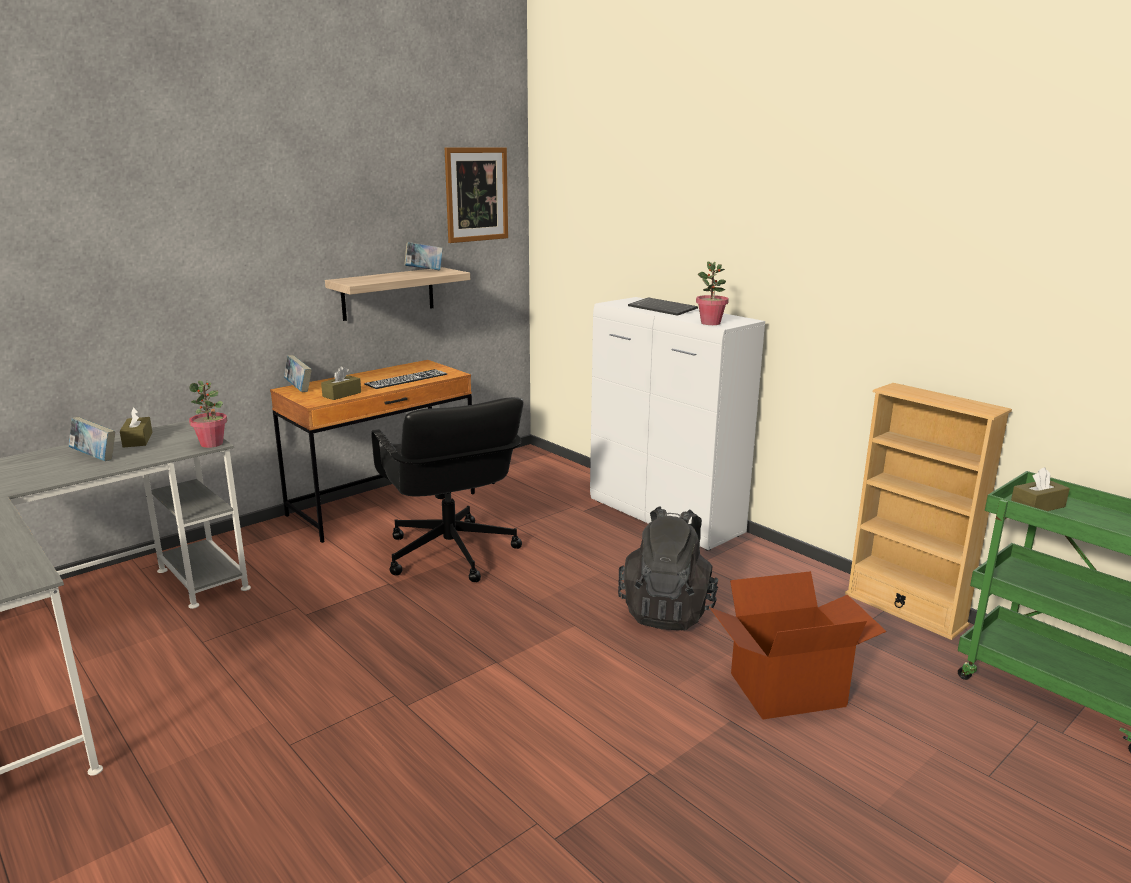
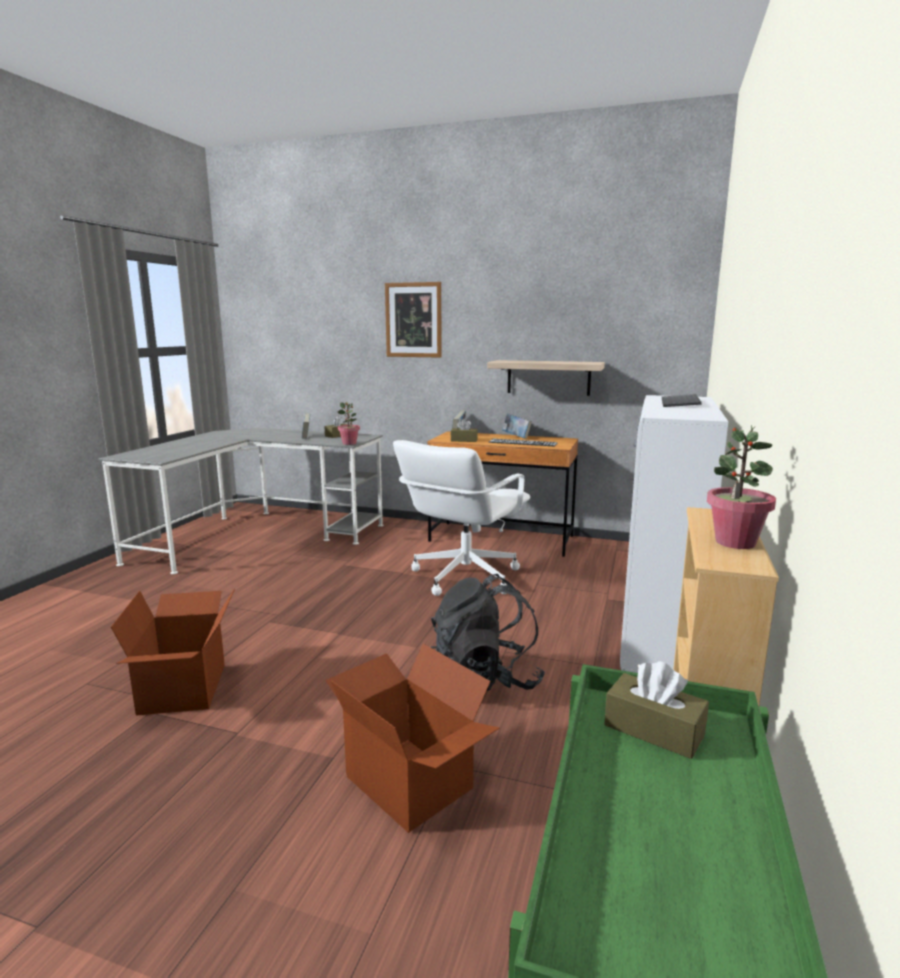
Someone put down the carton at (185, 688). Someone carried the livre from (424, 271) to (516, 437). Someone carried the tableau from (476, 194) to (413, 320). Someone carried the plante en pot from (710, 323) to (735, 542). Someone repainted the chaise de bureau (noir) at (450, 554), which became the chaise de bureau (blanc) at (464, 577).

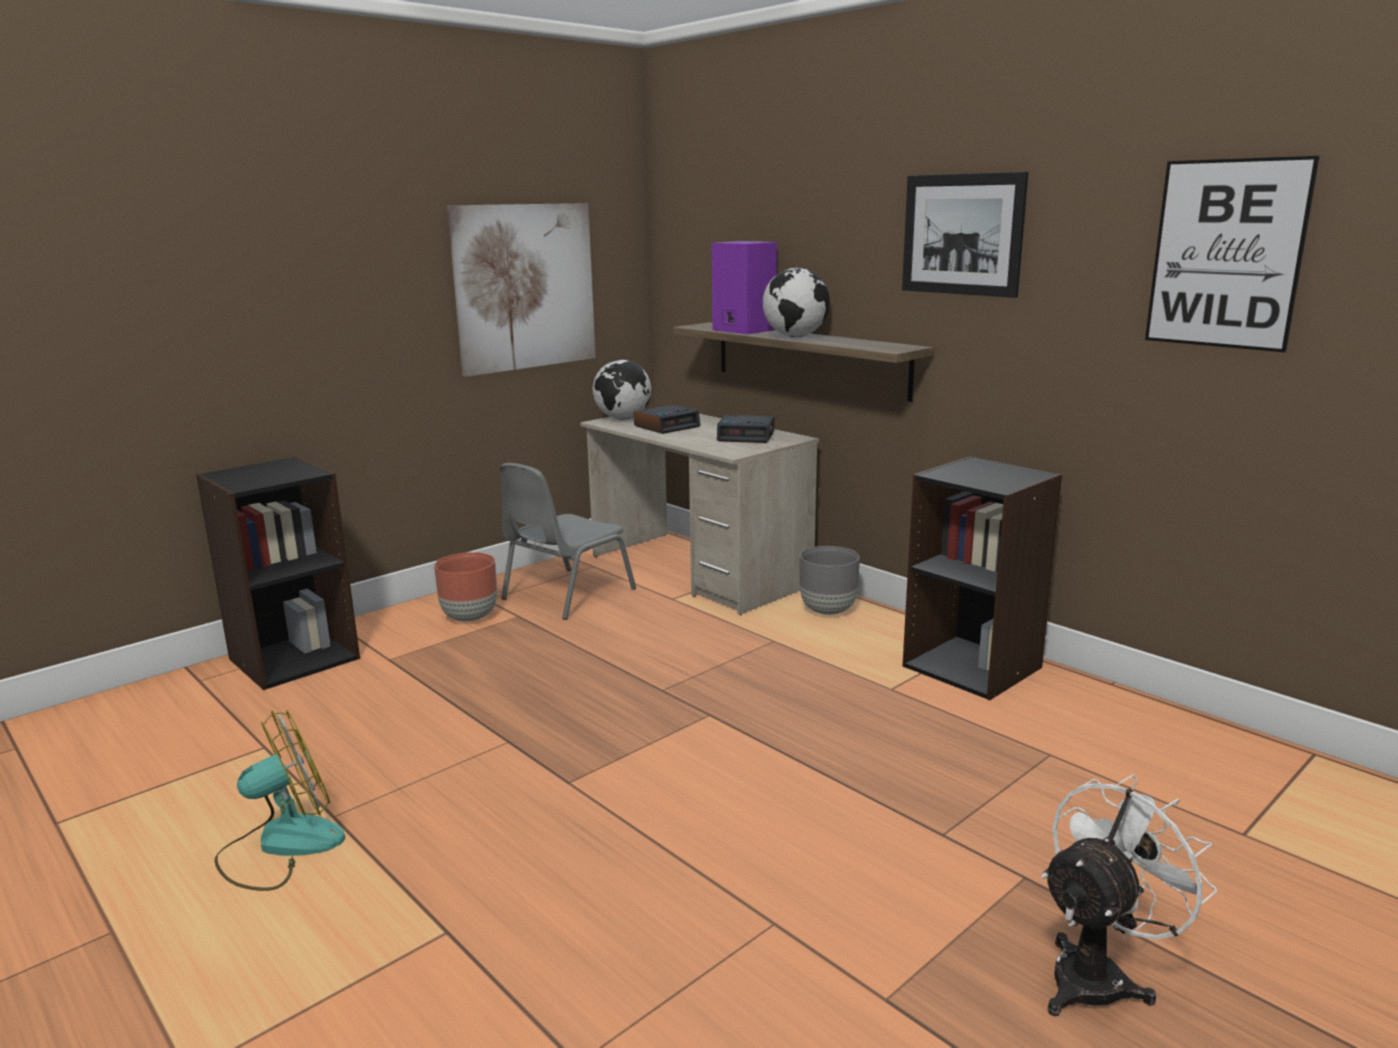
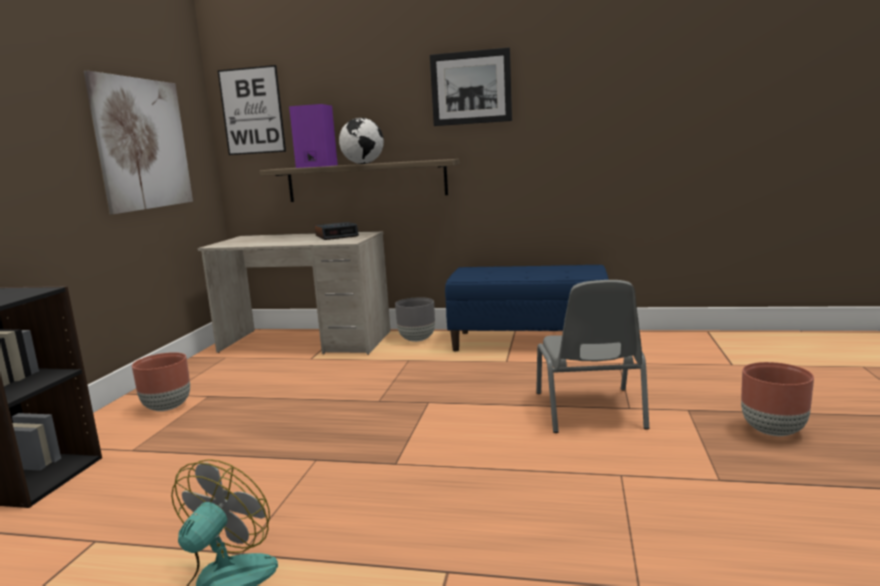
Someone took away the globe at (623, 419). Someone took away the réveil at (667, 426). Someone carried the chaise (gris) from (566, 594) to (590, 411). Someone carried the tableau from (1226, 254) to (252, 111). Someone swapped the bibliothèque (noir) at (973, 666) for the banc (bleu) at (529, 341). Someone swapped the ventilateur (blanc) at (1099, 975) for the cache-pot (marron) at (772, 431).

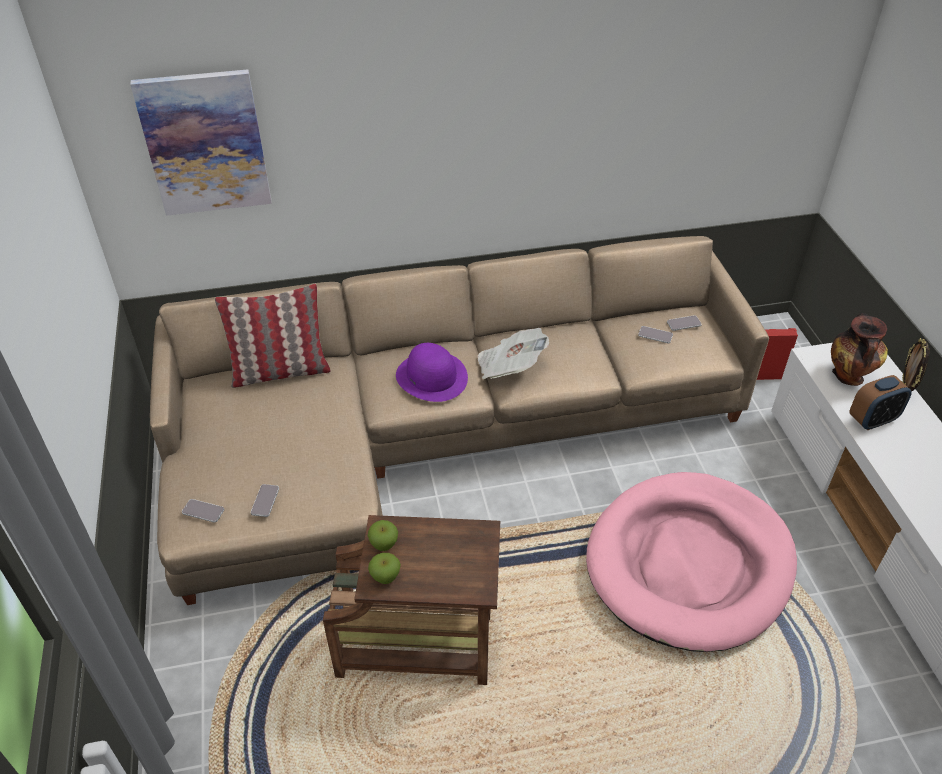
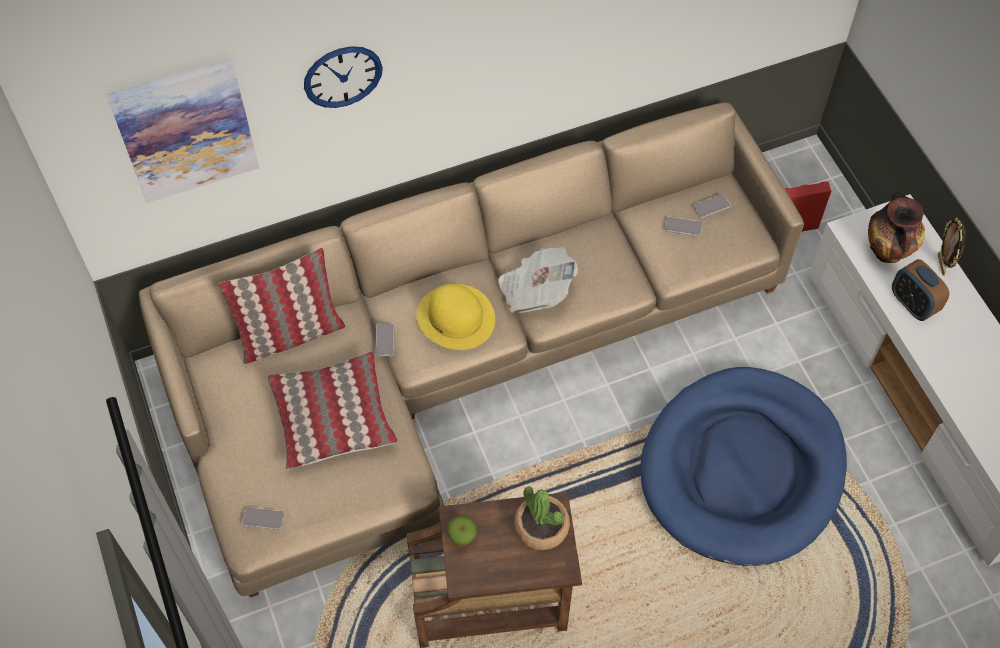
Someone took away the pomme at (385, 577). Someone put down the coussin at (332, 417). Someone put up the horloge murale at (342, 76). Someone put down the plante en pot at (541, 526). Someone carried the téléphone from (265, 501) to (385, 340). Someone repainted the chapeau (violet) at (432, 377), which became the chapeau (jaune) at (456, 317). Someone repainted the panier pour chien (rose) at (689, 563), which became the panier pour chien (bleu) at (742, 469). Someone rotated the réveil at (872, 420) by 90 degrees clockwise.

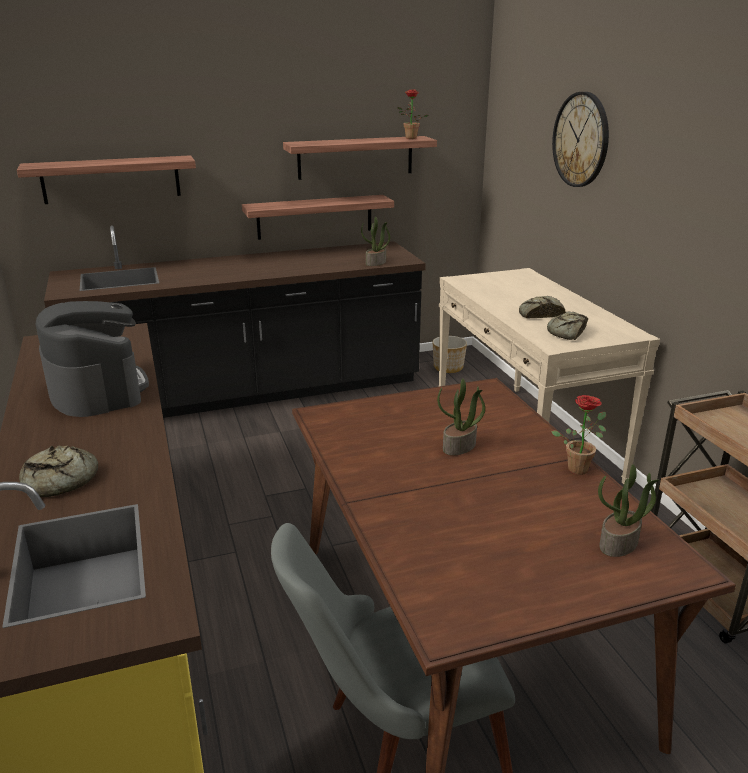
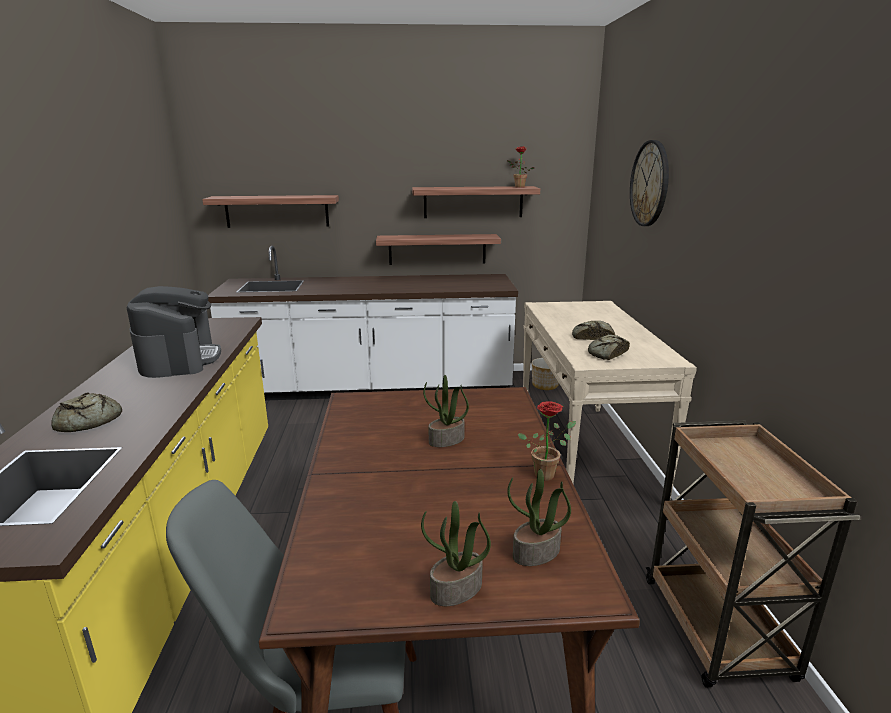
Someone carried the plante en pot from (376, 263) to (456, 590). Someone repainted the comptoir de cuisine (noir) at (251, 394), which became the comptoir de cuisine (blanc) at (372, 389).

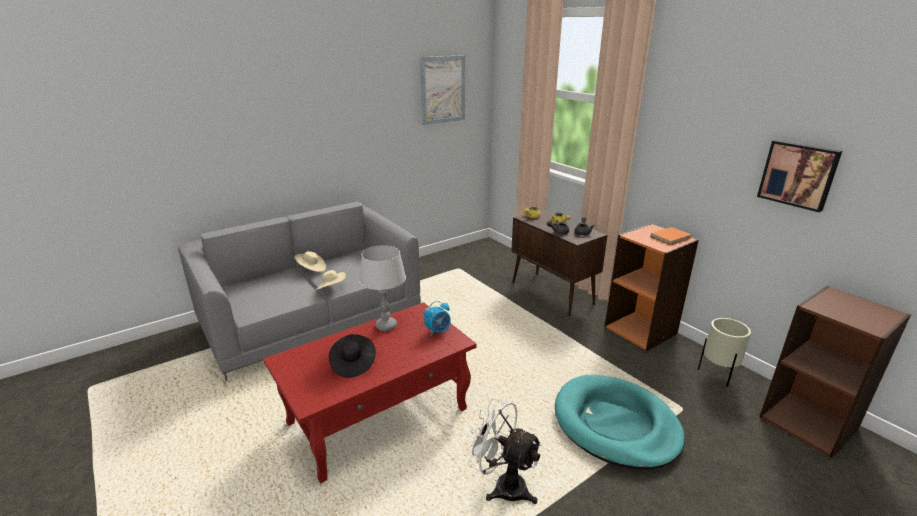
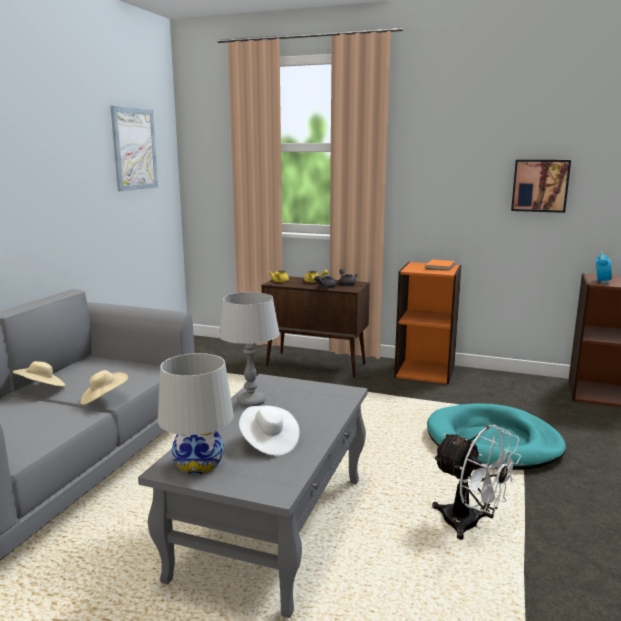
Someone took away the cache-pot (beige) at (717, 374). Someone put down the lampe de table (blanc) at (199, 464). Someone carried the réveil from (438, 331) to (601, 282). Someone repainted the table basse (rouge) at (379, 415), which became the table basse (gris) at (273, 525). Someone repainted the chapeau (noir) at (353, 364), which became the chapeau (blanc) at (268, 443). Someone rotated the ventilateur (blanc) at (502, 485) by 135 degrees counterclockwise.

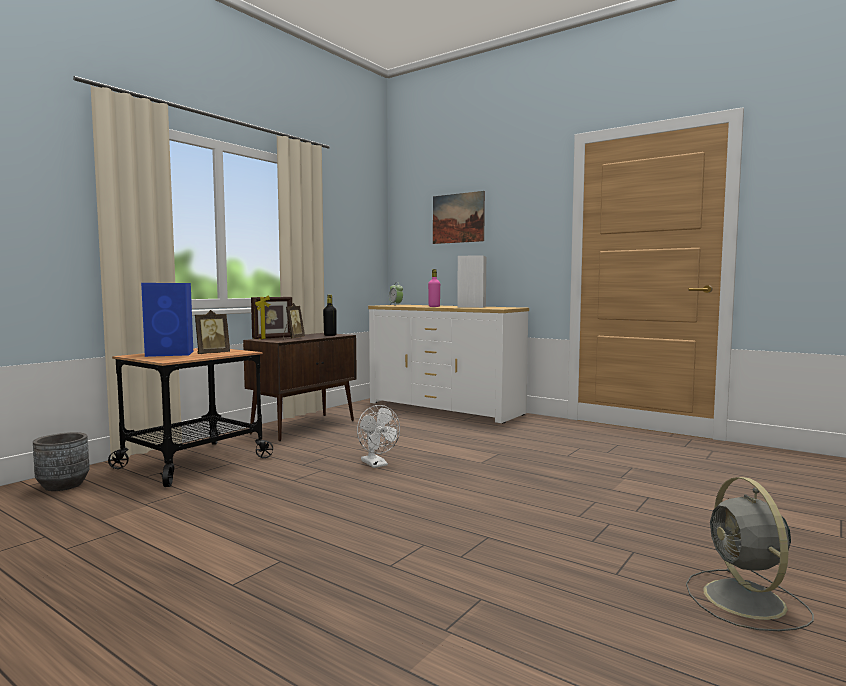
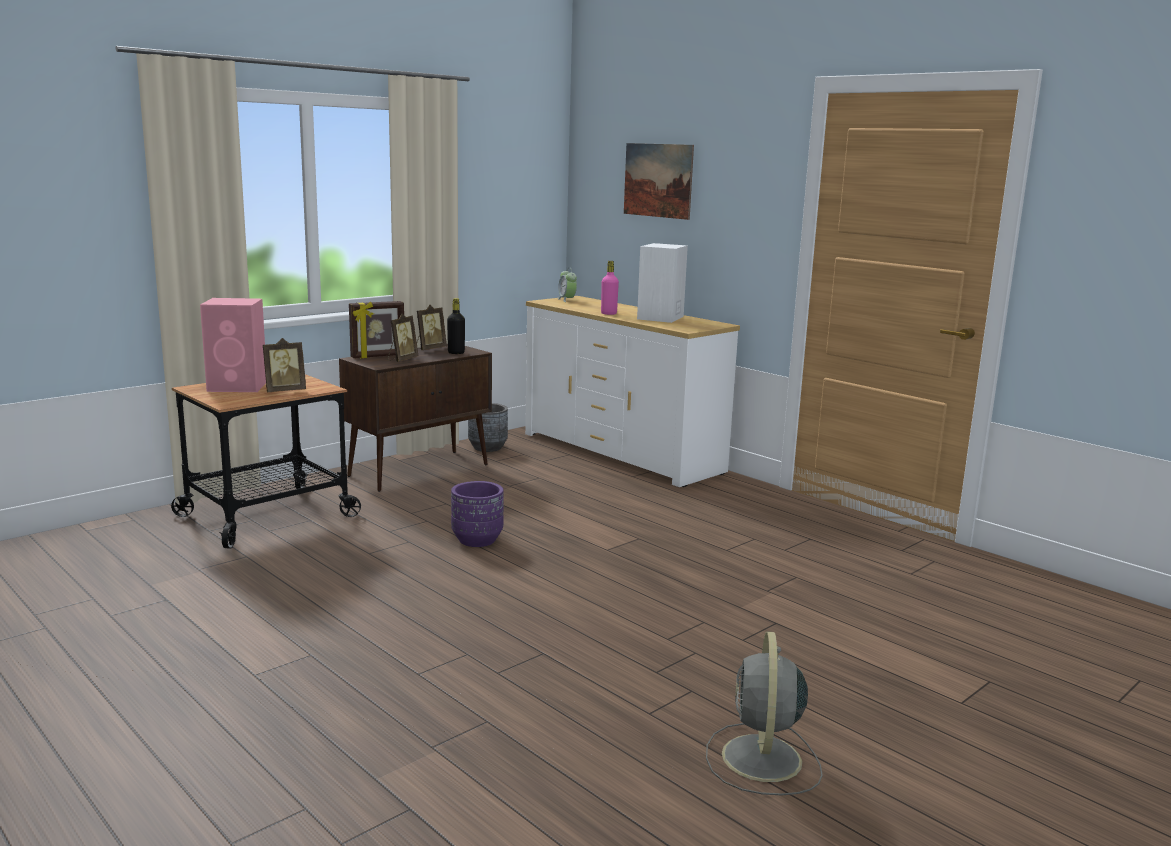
Someone put down the cadre photo at (429, 349). Someone carried the cache-pot (gris) from (63, 485) to (487, 447). Someone swapped the ventilateur (blanc) at (377, 464) for the cache-pot (violet) at (477, 540). Someone repainted the enceinte (bleu) at (171, 353), which became the enceinte (rose) at (239, 386).

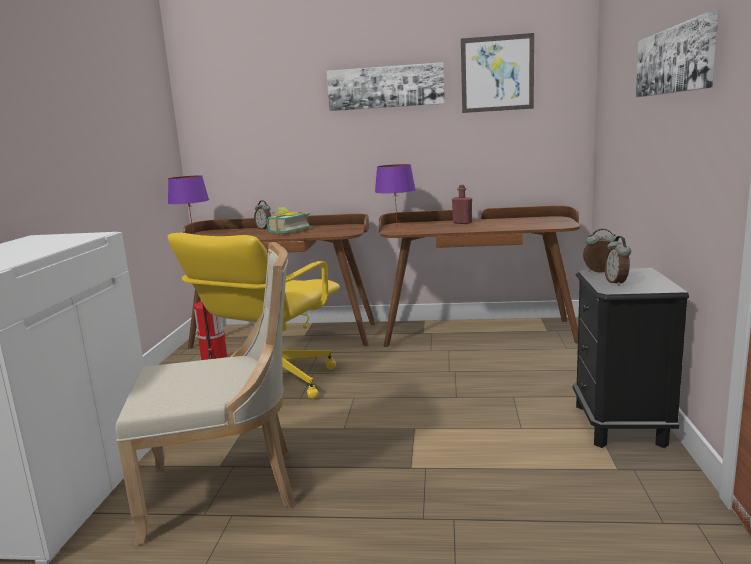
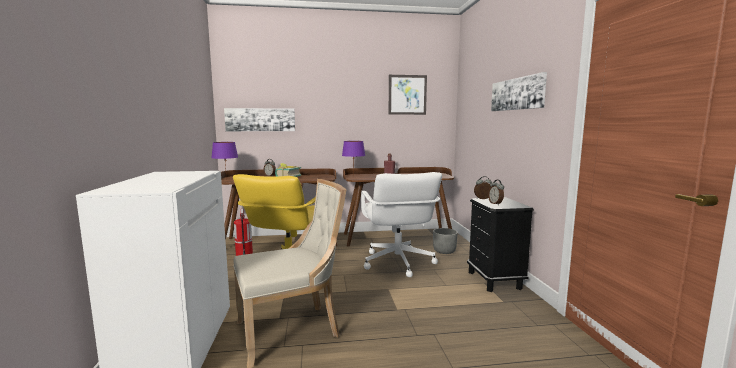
Someone put down the chaise de bureau (blanc) at (397, 263). Someone put down the cache-pot (gris) at (444, 251). Someone carried the tableau from (385, 87) to (260, 119).

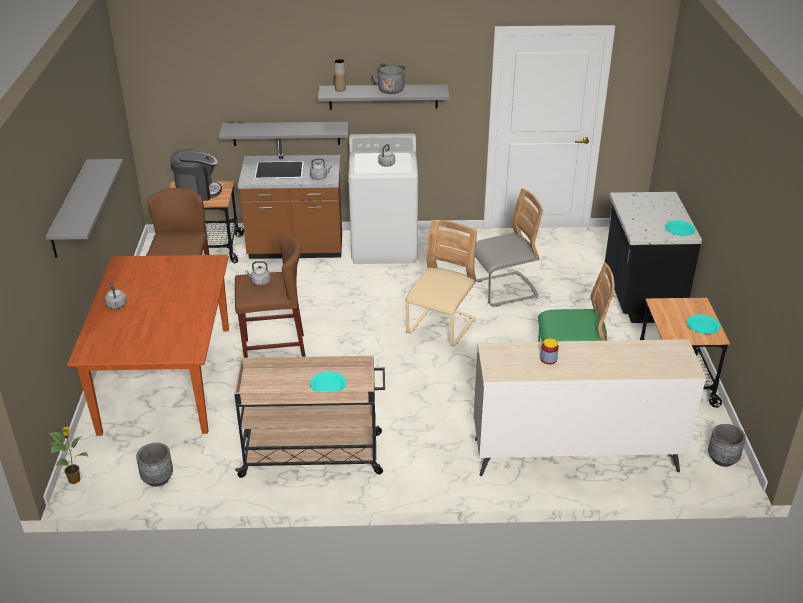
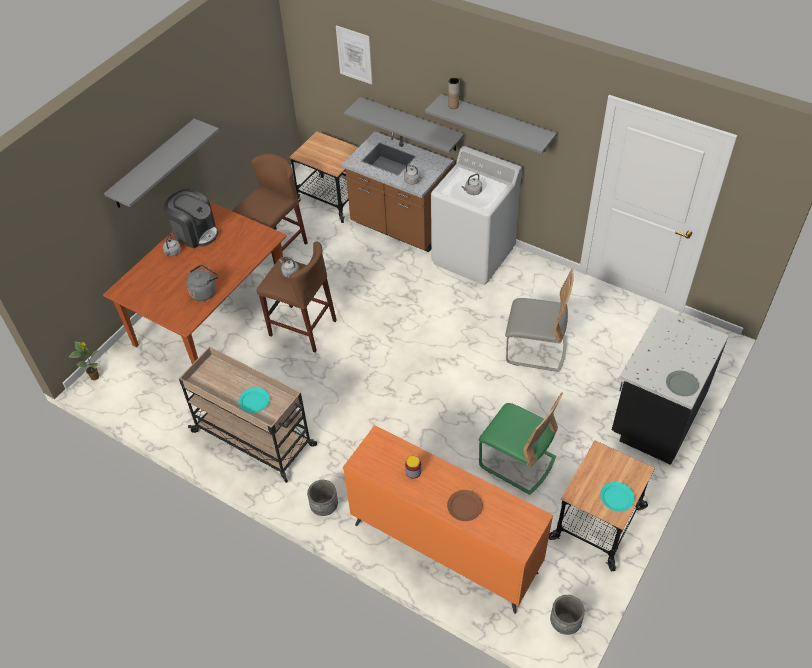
Someone took away the chaise (beige) at (441, 327). Someone put up the tableau at (354, 55). Someone put down the assiette (marron) at (464, 506). Someone carried the cache-pot (gris) from (157, 478) to (324, 507). Someone carried the machine à café from (197, 192) to (195, 233). Someone carried the bouilloire (gris) from (391, 89) to (204, 291). Someone repainted the commode (beige) at (574, 454), which became the commode (orange) at (444, 547). Someone repainted the assiette (turquoise) at (679, 229), which became the assiette (gris) at (681, 384).

